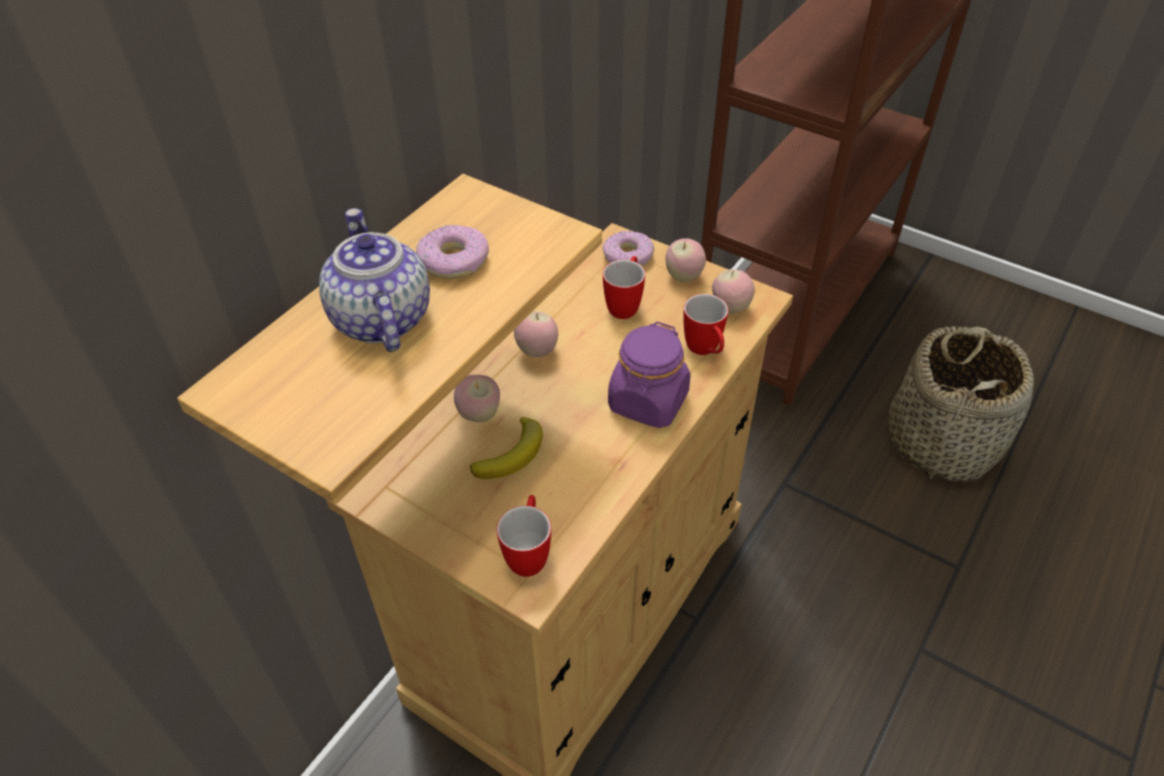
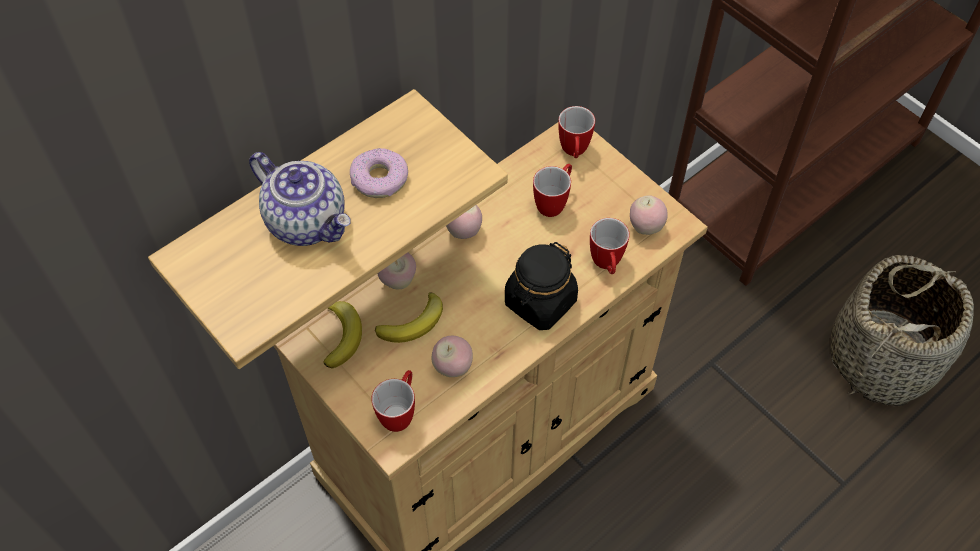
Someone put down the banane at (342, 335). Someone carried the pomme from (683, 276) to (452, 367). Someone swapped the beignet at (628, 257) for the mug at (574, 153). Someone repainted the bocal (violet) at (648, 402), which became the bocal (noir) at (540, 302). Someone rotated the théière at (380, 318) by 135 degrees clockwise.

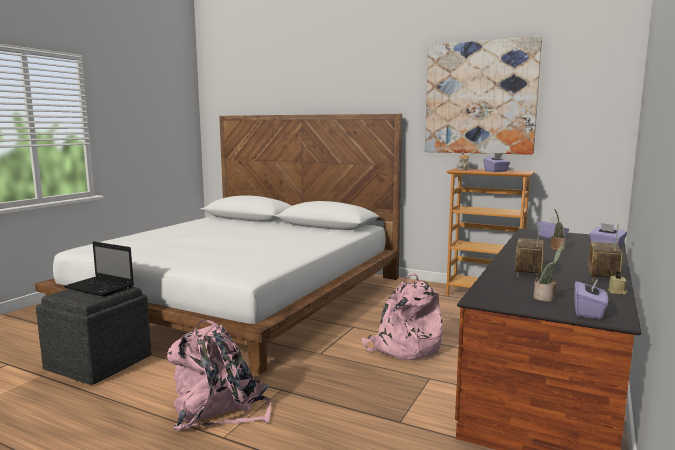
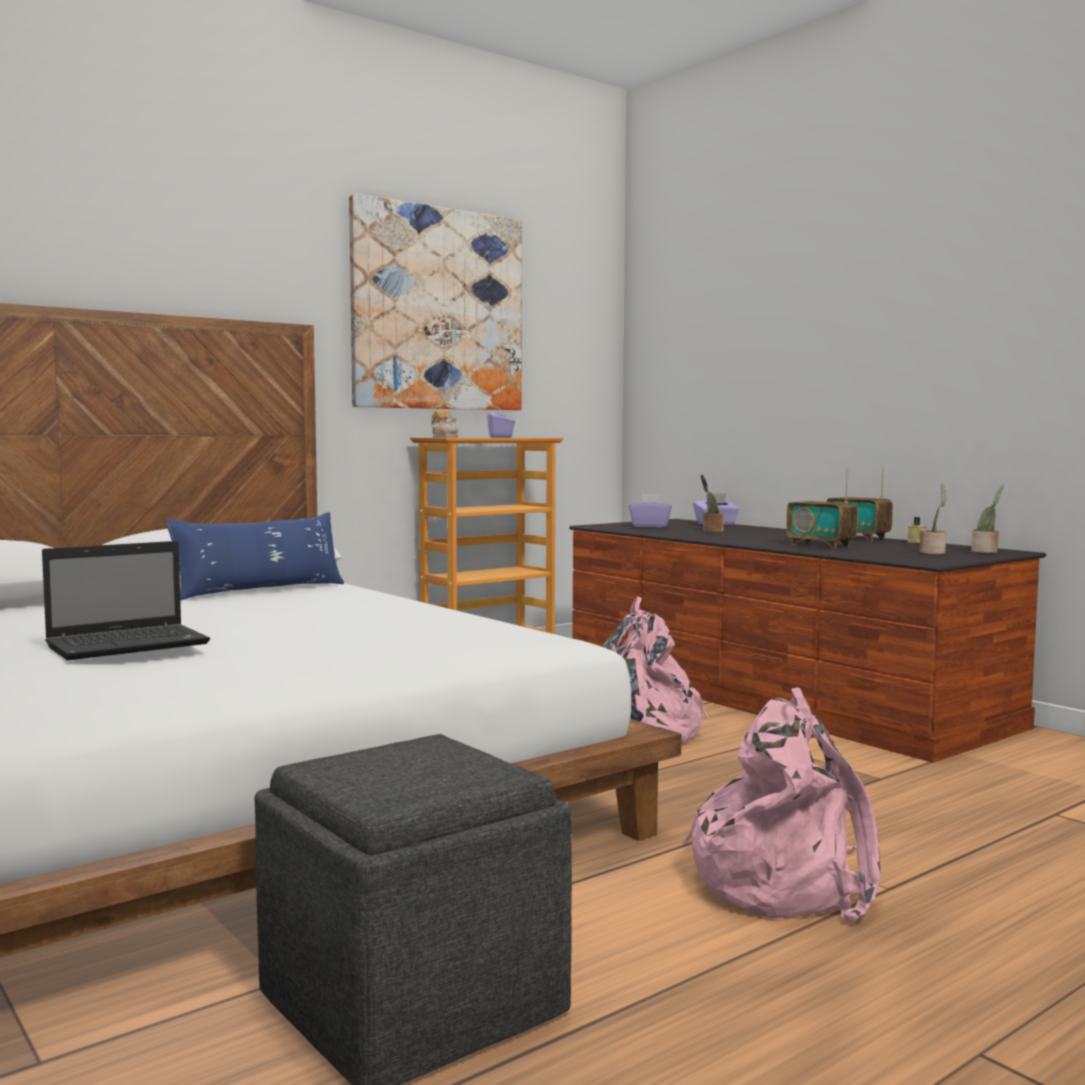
Someone put down the coussin (bleu) at (260, 591). Someone carried the ordinateur portable from (101, 287) to (131, 645). Someone swapped the boîte à mouchoirs (violet) at (589, 312) for the plante en pot at (986, 552).

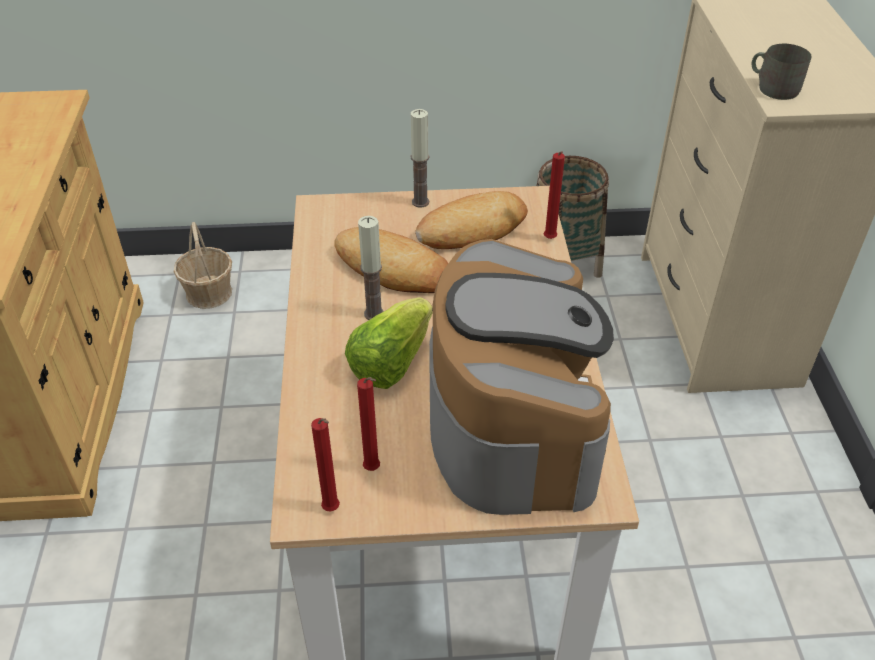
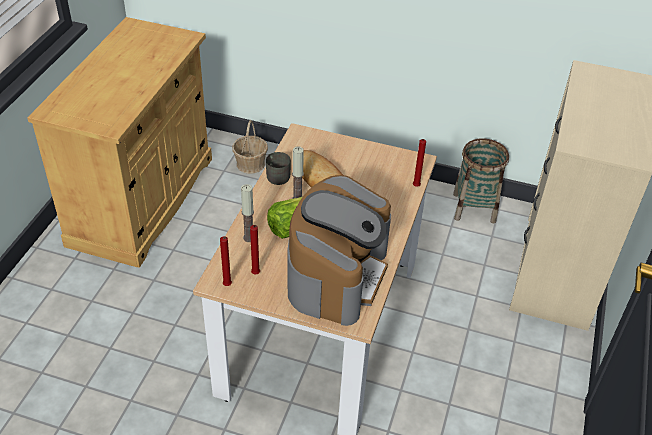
Someone took away the pain at (472, 228). Someone carried the bougie from (420, 202) to (248, 238). Someone carried the mug (gris) from (773, 87) to (277, 175).

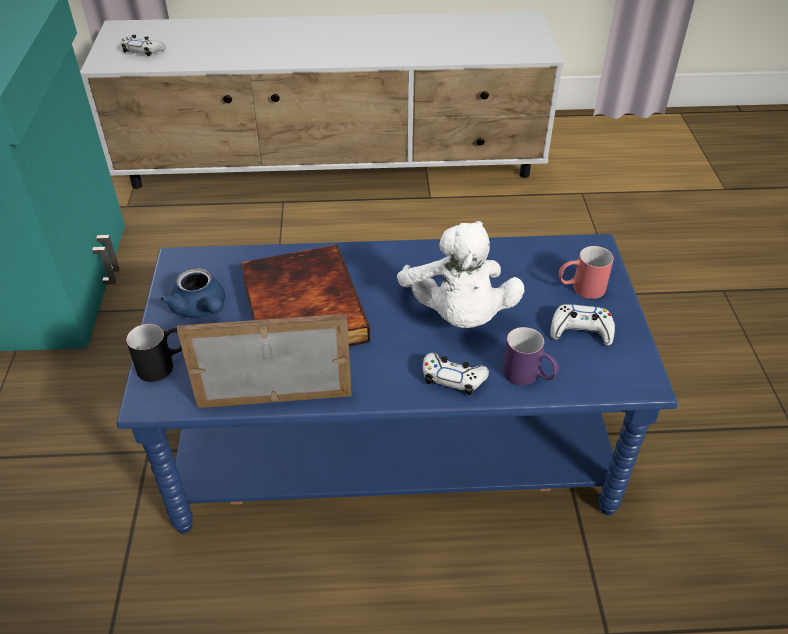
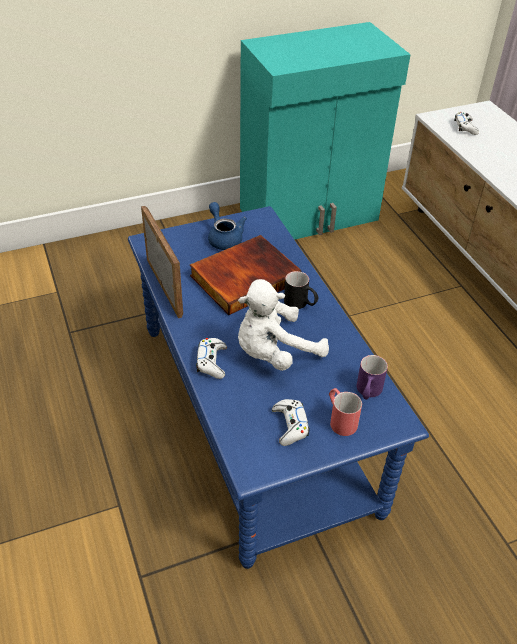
Someone carried the mug (noir) from (164, 364) to (300, 304). Someone carried the mug (violet) from (529, 376) to (368, 392). Someone rotated the théière (bleu) at (201, 309) by 120 degrees clockwise.

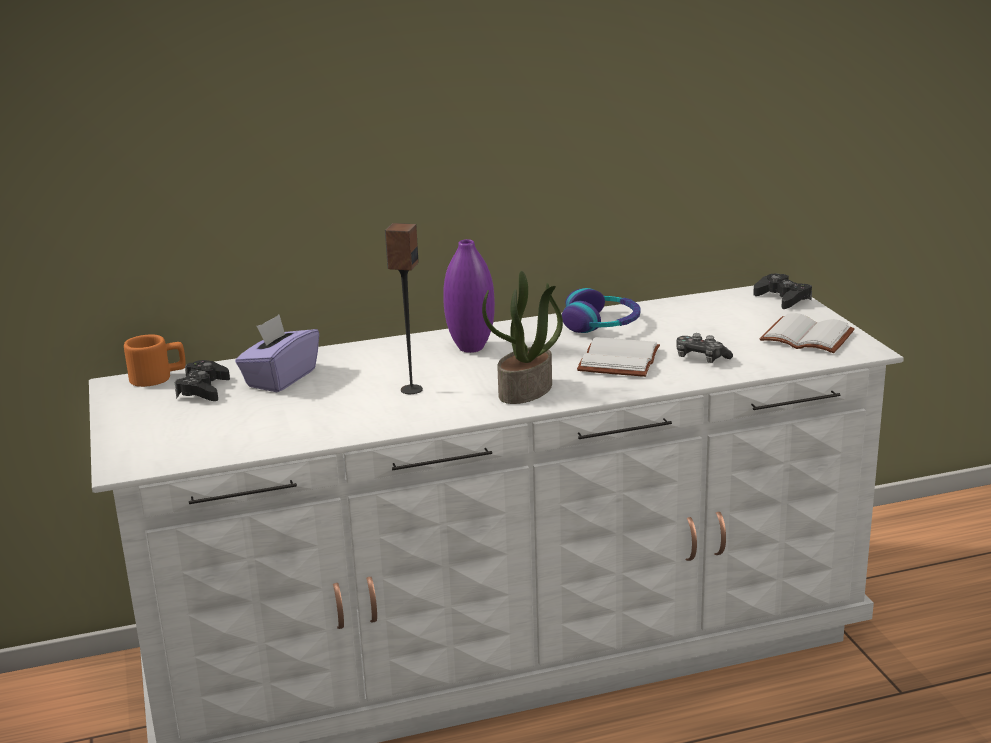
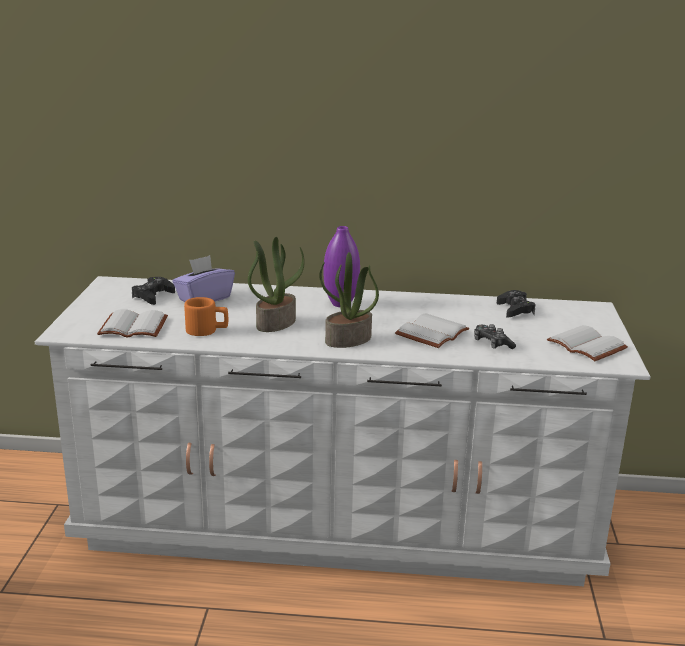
Someone took away the casque audio at (601, 324). Someone put down the livre (blanc) at (135, 326). Someone carried the mug (orange) from (158, 377) to (207, 330). Someone carried the manette (noir) from (782, 298) to (515, 310). Someone swapped the enceinte at (411, 389) for the plante en pot at (276, 323).

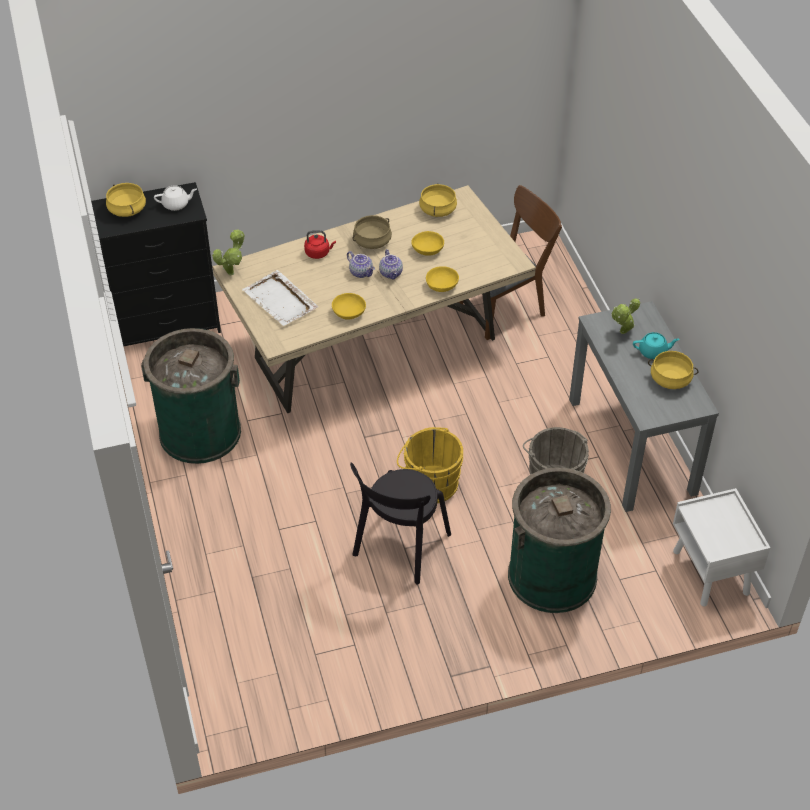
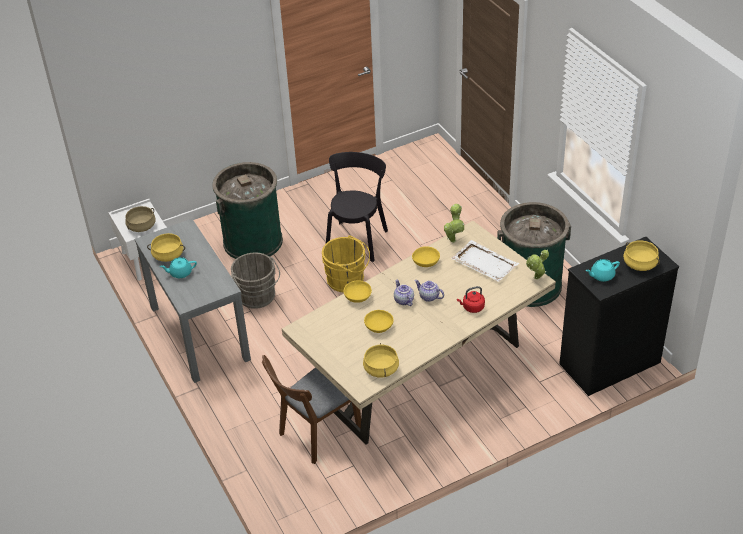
Someone carried the marmite (beige) from (372, 241) to (141, 226). Someone carried the plante en pot from (622, 333) to (453, 239). Someone repainted the théière (blanc) at (176, 204), which became the théière (turquoise) at (601, 276).

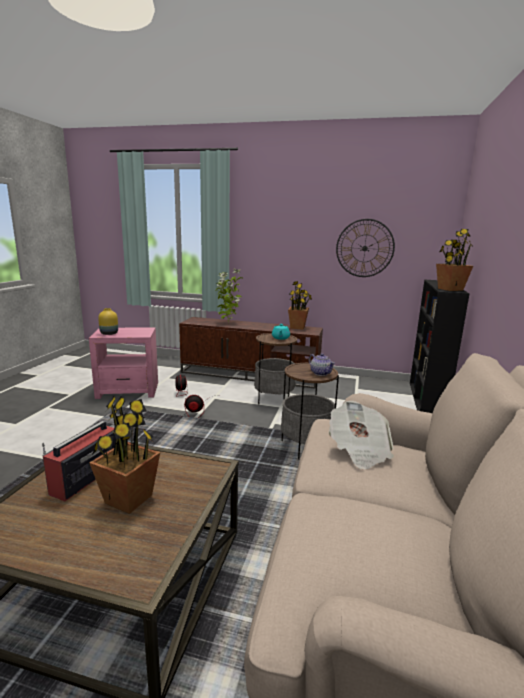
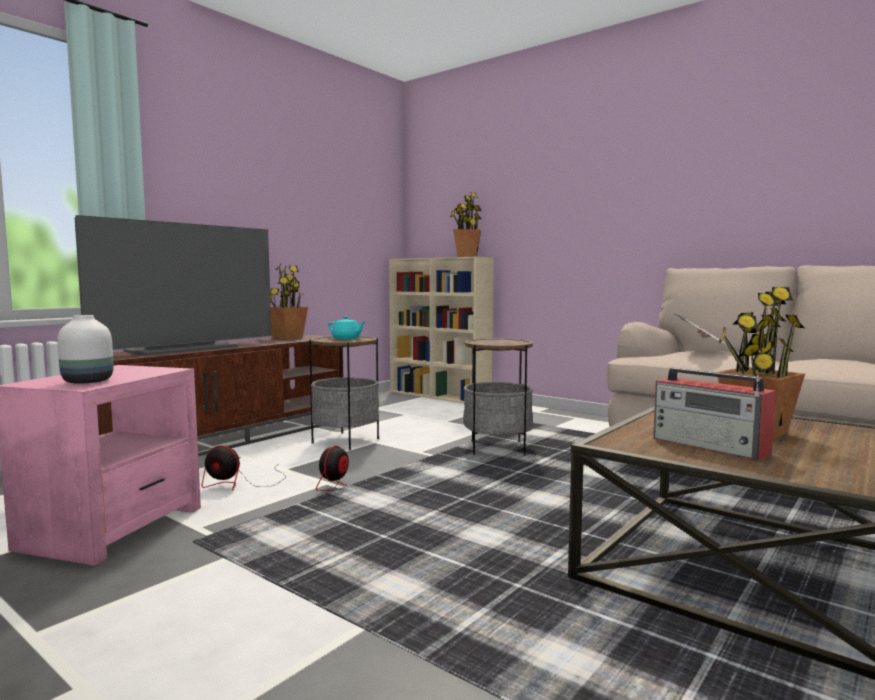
Someone took away the théière at (320, 373). Someone took away the horloge murale at (364, 248). Someone swapped the plante en pot at (227, 323) for the téléviseur at (184, 349). Someone repainted the vase (jaune) at (108, 333), which became the vase (blanc) at (87, 382). Someone repainted the bibliothèque (noir) at (426, 400), which became the bibliothèque (beige) at (440, 396).

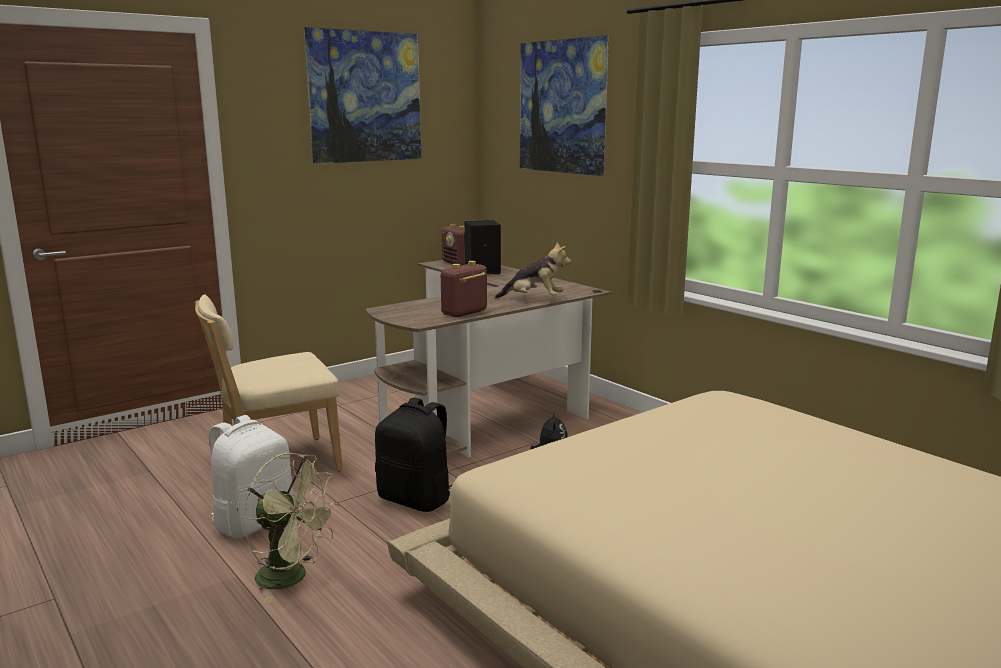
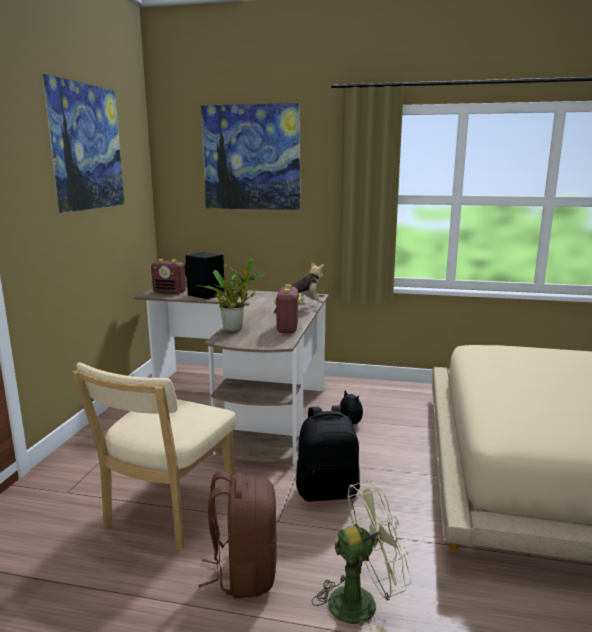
Someone put down the plante en pot at (235, 329). Someone repainted the sac à dos (blanc) at (253, 522), which became the sac à dos (marron) at (244, 573).

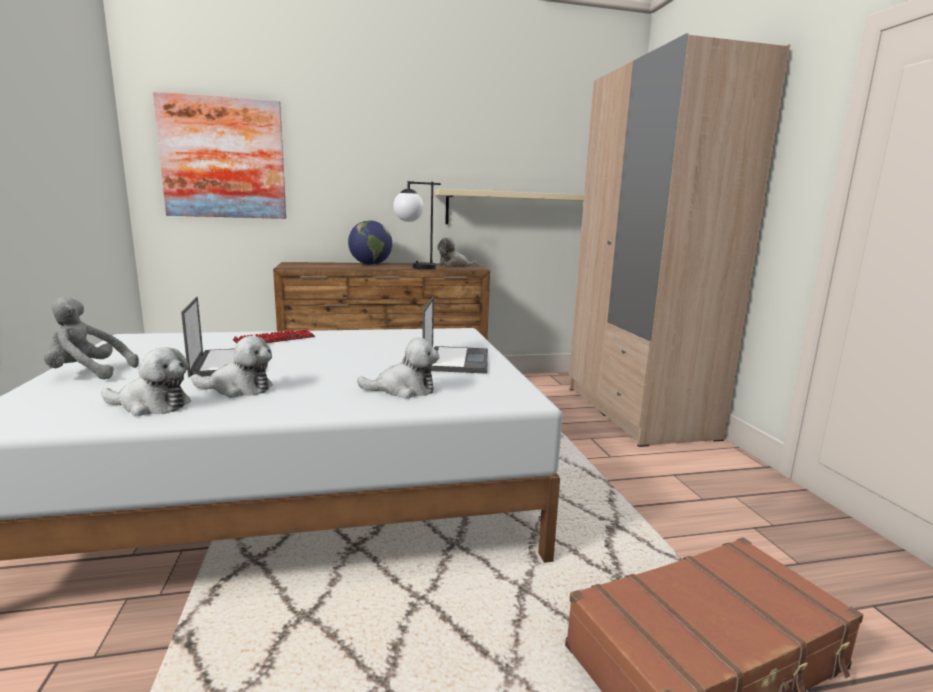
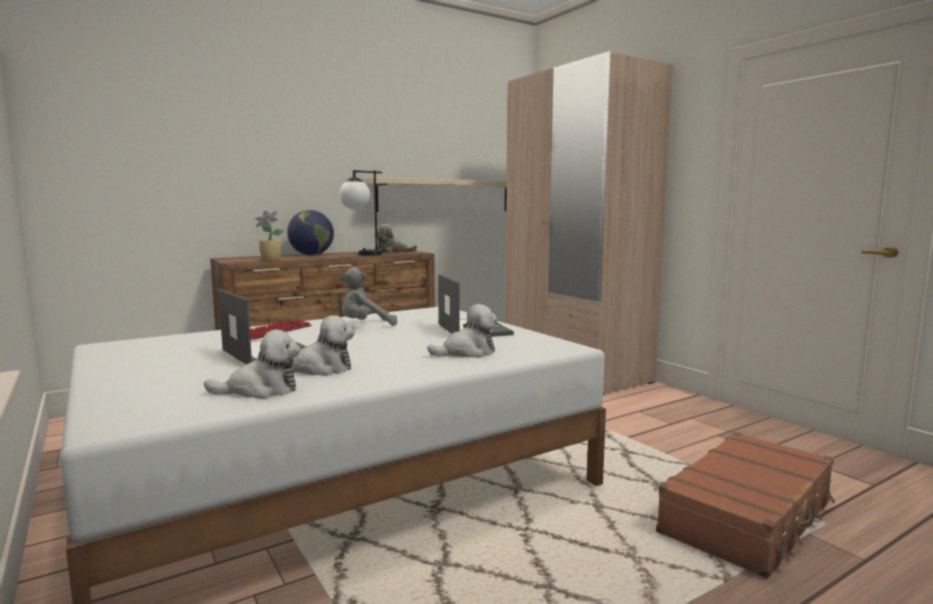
Someone took away the tableau at (223, 158). Someone put down the plante en pot at (269, 260). Someone carried the peluche (gris) from (88, 373) to (365, 325).

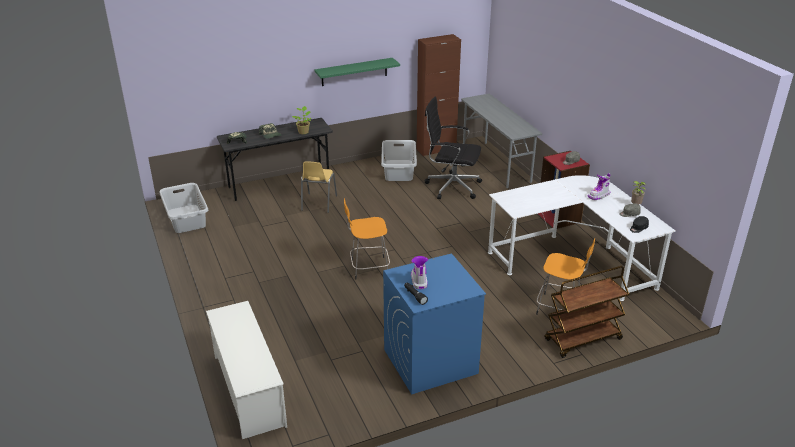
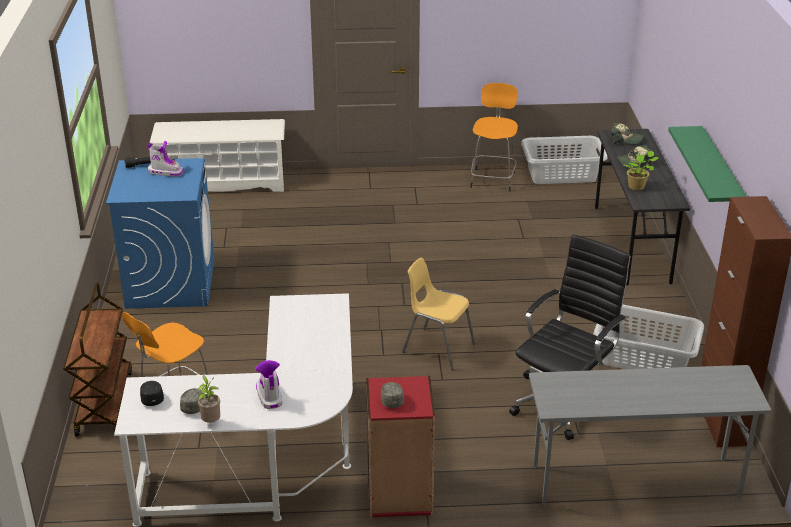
Someone carried the chaise (jaune) from (318, 203) to (437, 348). Someone carried the tabouret (orange) from (368, 268) to (493, 179).

